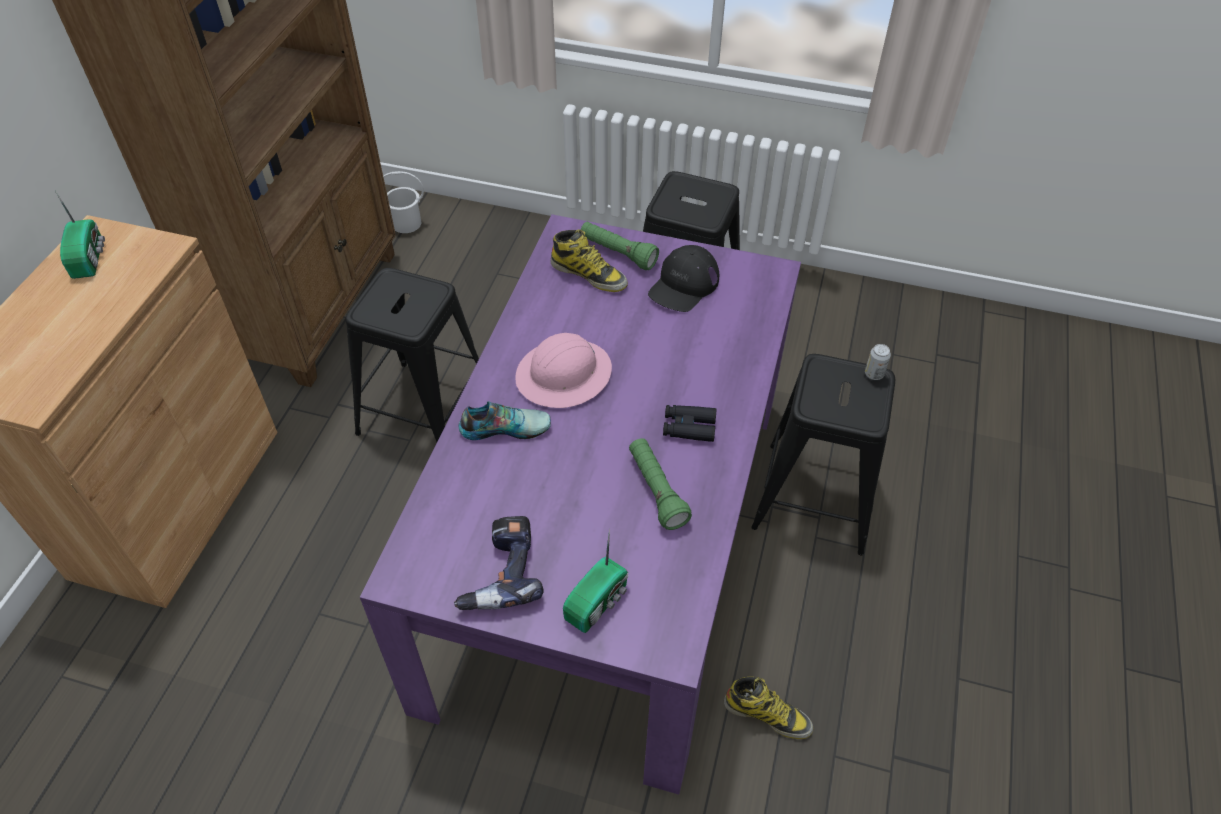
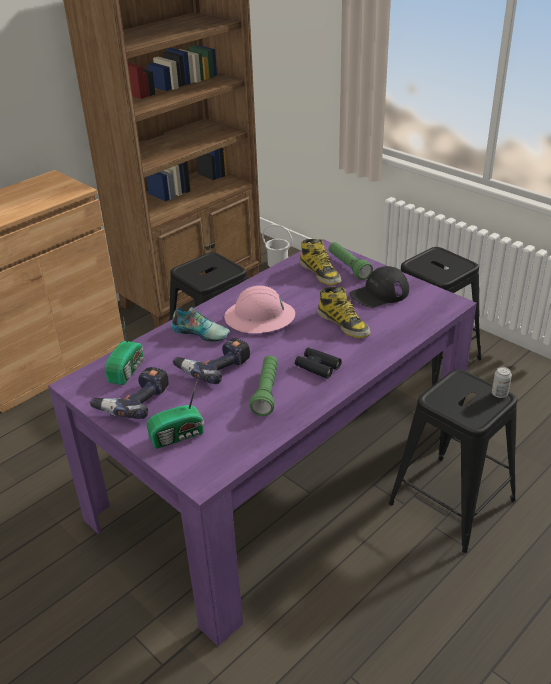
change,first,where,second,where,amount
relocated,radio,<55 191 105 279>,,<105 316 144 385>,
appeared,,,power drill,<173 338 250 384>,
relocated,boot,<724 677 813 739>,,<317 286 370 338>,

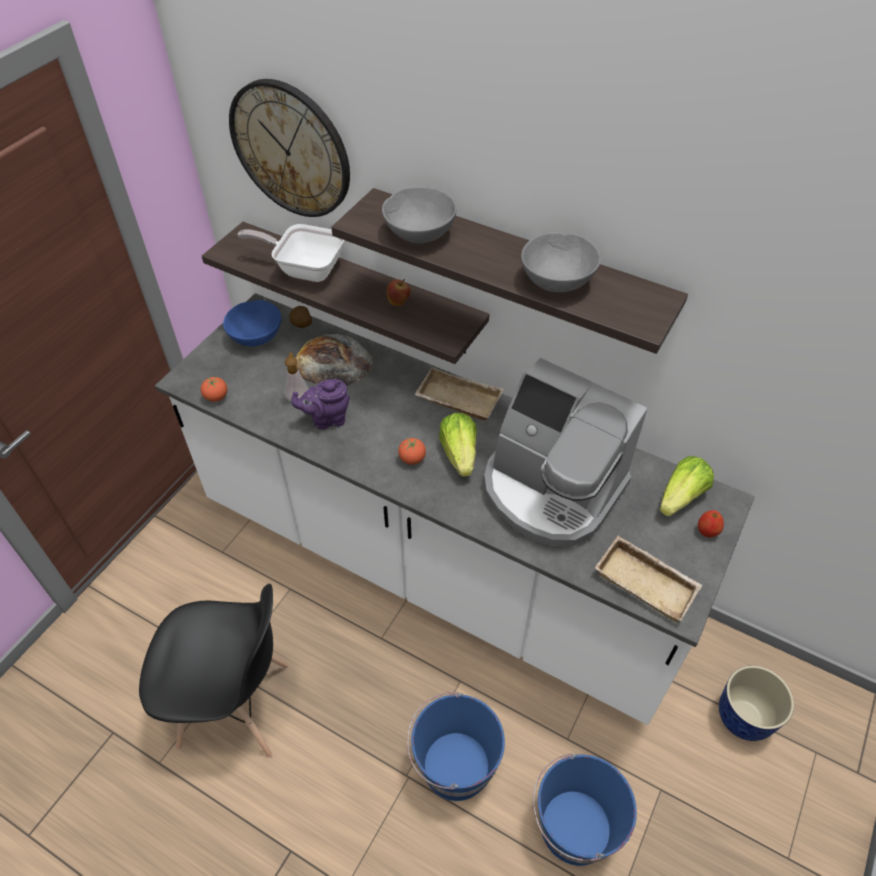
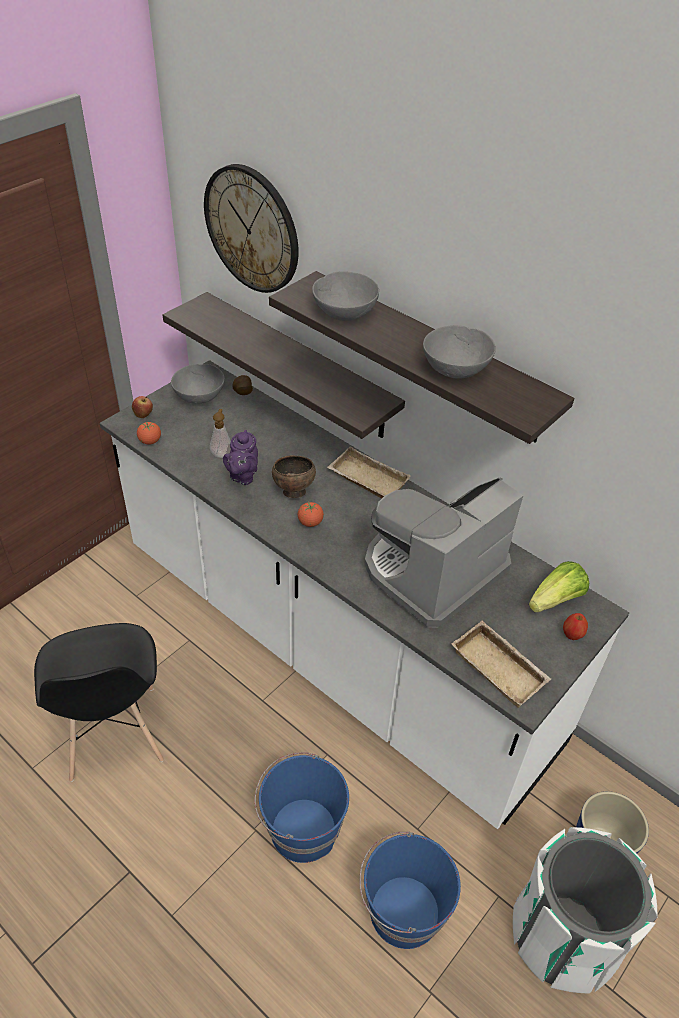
change,first,where,second,where,amount
spun,black chair,<139 584 289 757>,,<34 623 164 782>,60 degrees clockwise
relocated,apple,<387 279 411 306>,,<132 396 153 418>,
colour,blue bowl,<223 300 281 346>,grey bowl,<171 364 225 404>,
spun,purple teapot,<291 379 350 430>,,<223 430 258 485>,75 degrees counterclockwise
appeared,,,brown bowl,<272 455 316 498>,
spun,coffee machine,<484 358 647 546>,,<364 477 523 628>,90 degrees clockwise
appeared,,,white trash can,<513 827 658 994>,
missing,frying pan,<238 224 344 282>,,,
missing,bread,<296 334 374 386>,,,
missing,lettuce,<439 413 477 477>,,,

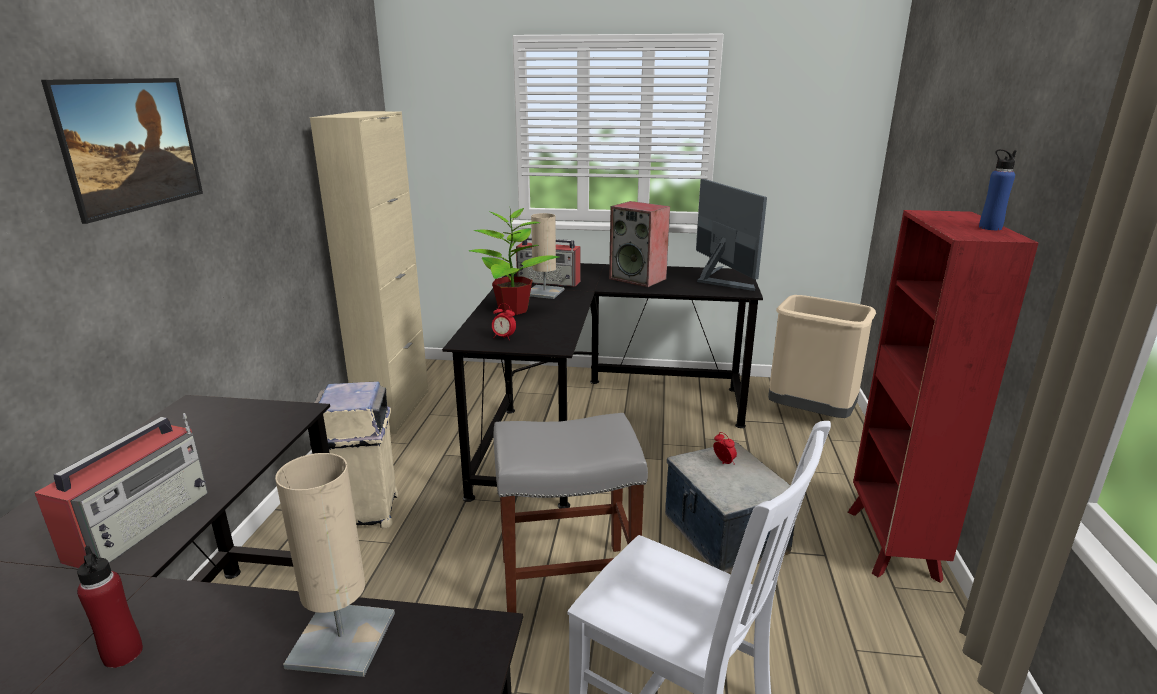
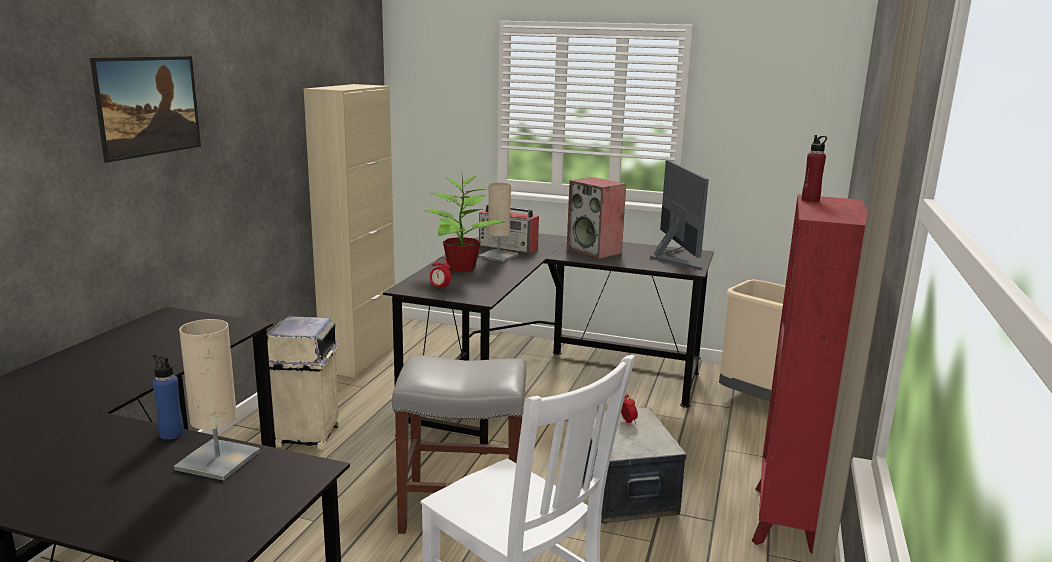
change,first,where,second,where,amount
relocated,blue bottle,<979 149 1017 230>,,<152 354 184 440>,
relocated,red bottle,<77 546 143 668>,,<802 135 827 202>,
missing,radio,<35 413 208 568>,,,

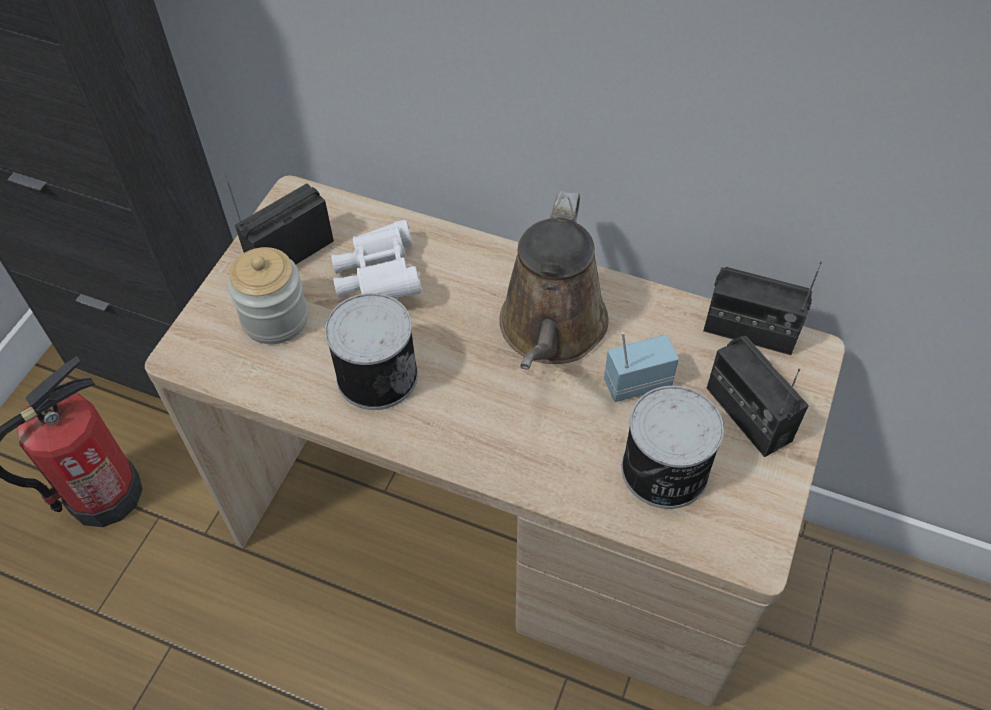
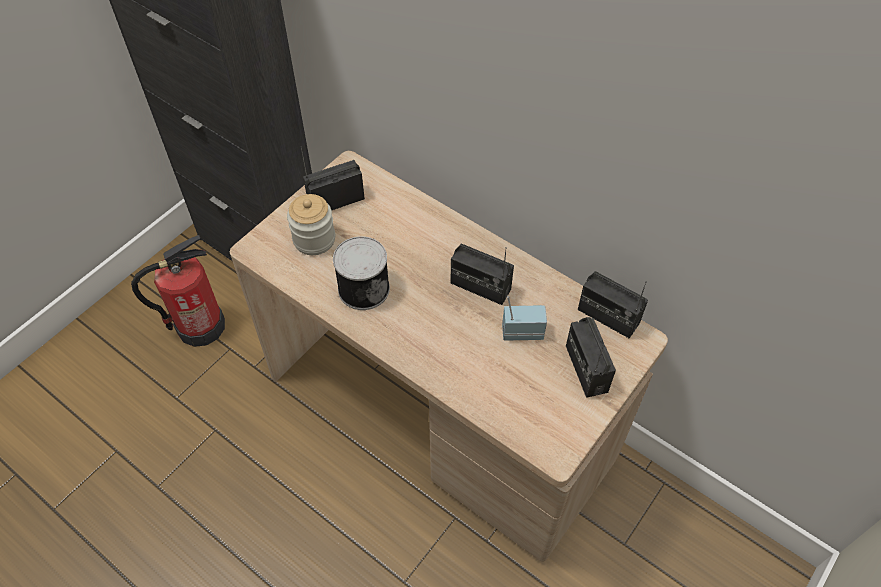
change,first,where,second,where,amount
exchanged,brown watering can,<499 191 609 370>,radio,<450 244 514 305>,
missing,white binoculars,<331 220 422 298>,,,
missing,can,<622 386 724 509>,,,

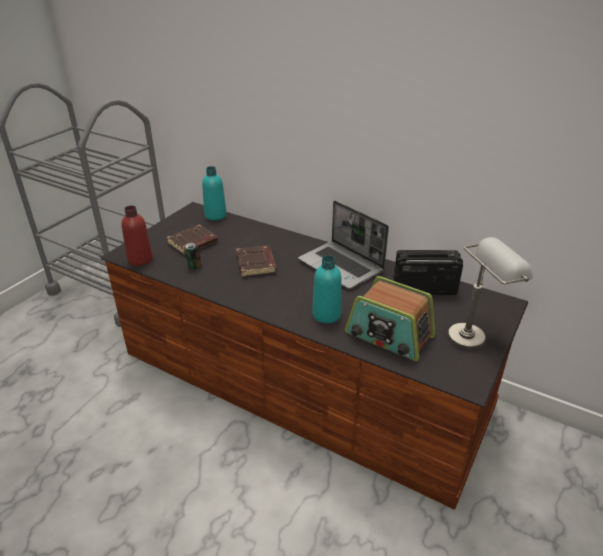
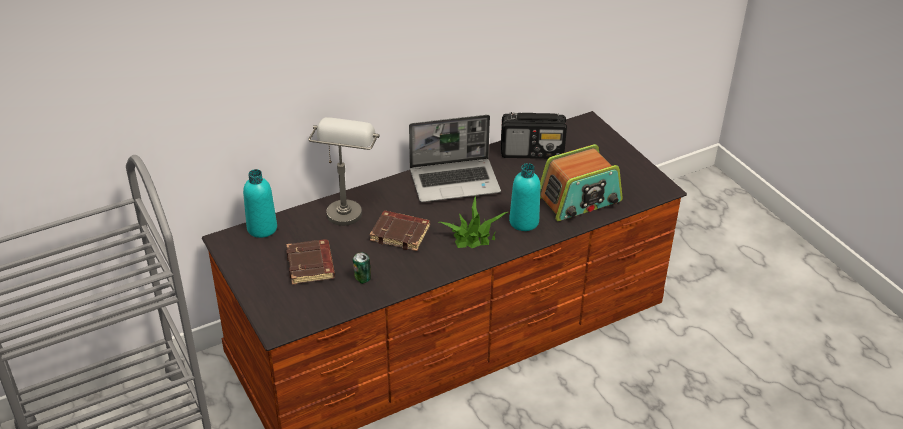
change,first,where,second,where,amount
relocated,grey table lamp,<448 237 533 350>,,<308 117 379 226>,
appeared,,,potted plant,<439 196 508 248>,
spun,radio,<393 250 463 295>,,<501 112 567 159>,120 degrees counterclockwise
missing,red bottle,<121 206 153 266>,,,

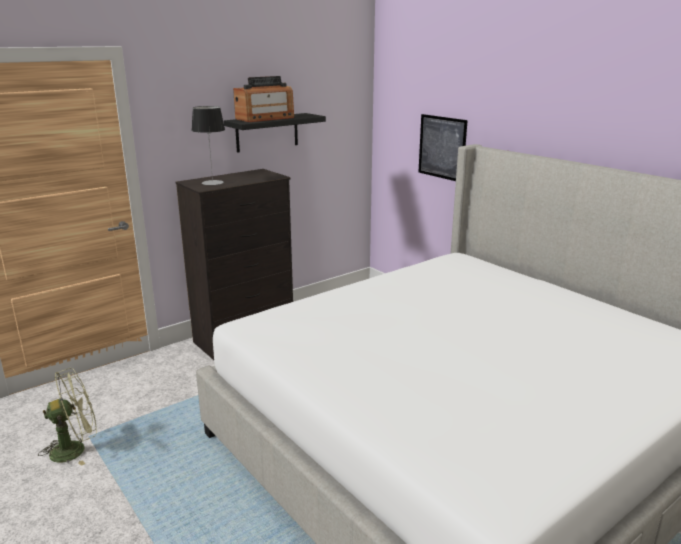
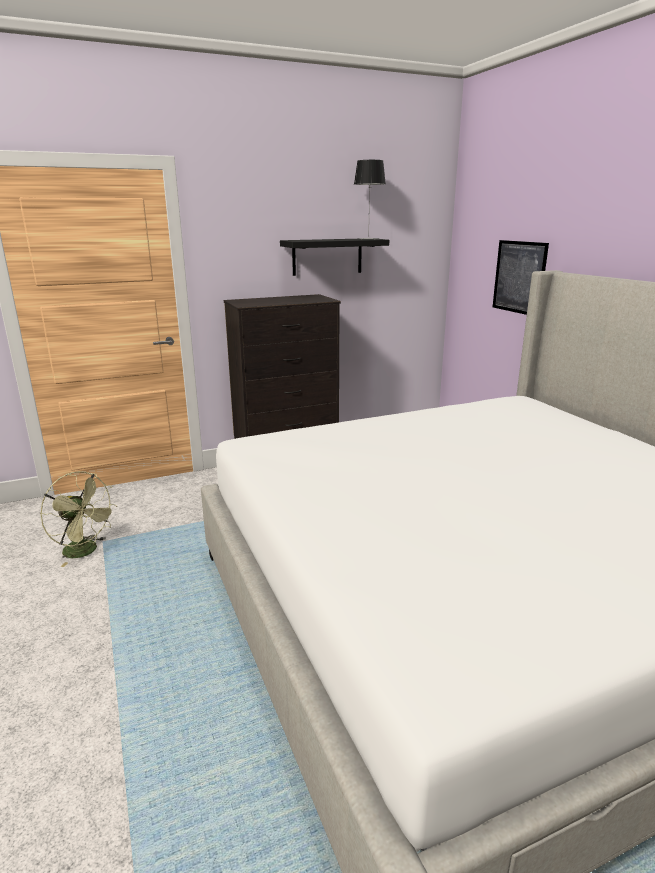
change,first,where,second,where,amount
spun,green fan,<38 368 97 466>,,<40 471 118 567>,45 degrees clockwise
relocated,table lamp,<191 106 225 185>,,<354 160 386 239>,
missing,radio,<233 76 294 122>,,,

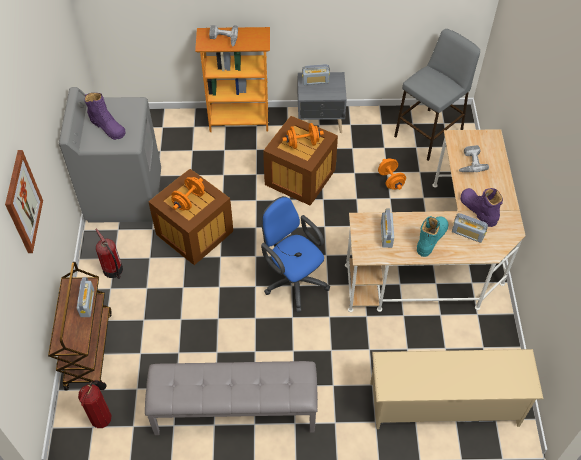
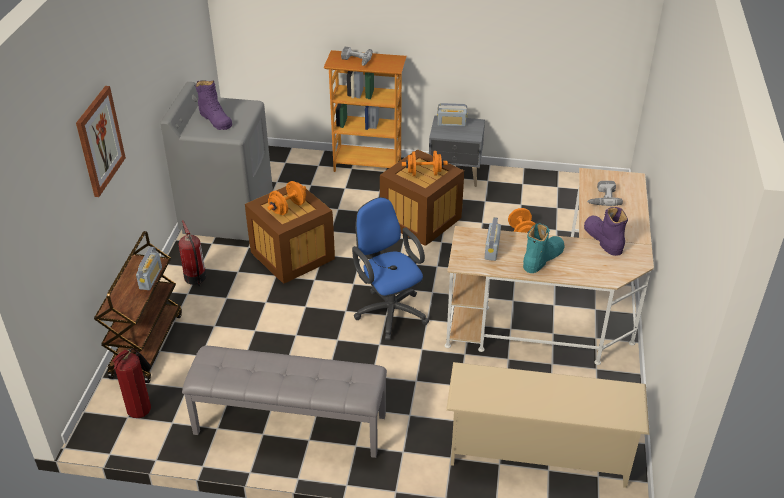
change,first,where,second,where,amount
missing,grey stool,<394 29 480 161>,,,
missing,radio,<452 213 488 243>,,,

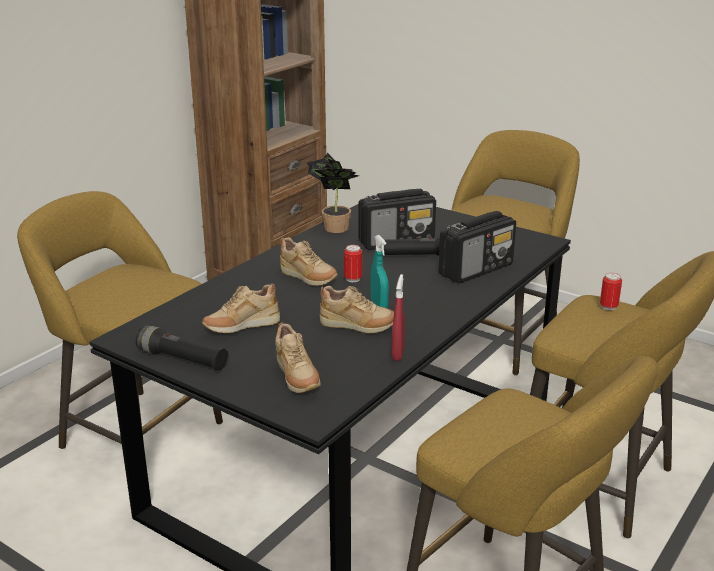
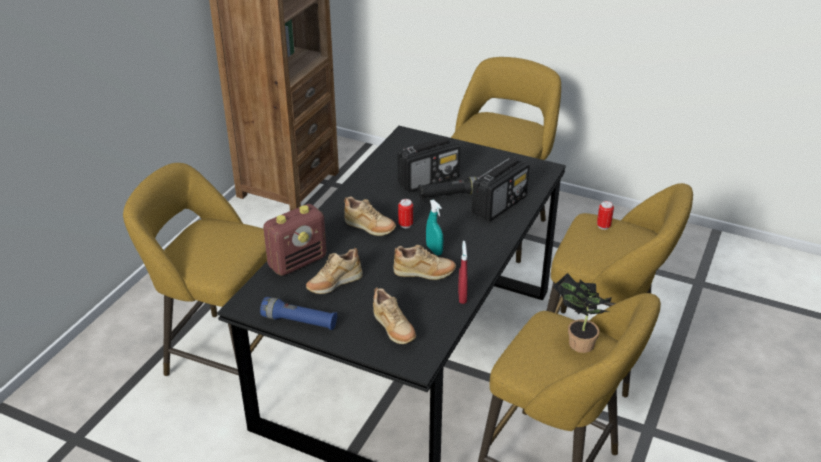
change,first,where,second,where,amount
colour,black flashlight,<136 325 229 371>,blue flashlight,<260 297 337 330>,
appeared,,,radio,<263 204 326 276>,
relocated,potted plant,<307 153 359 233>,,<553 273 612 353>,

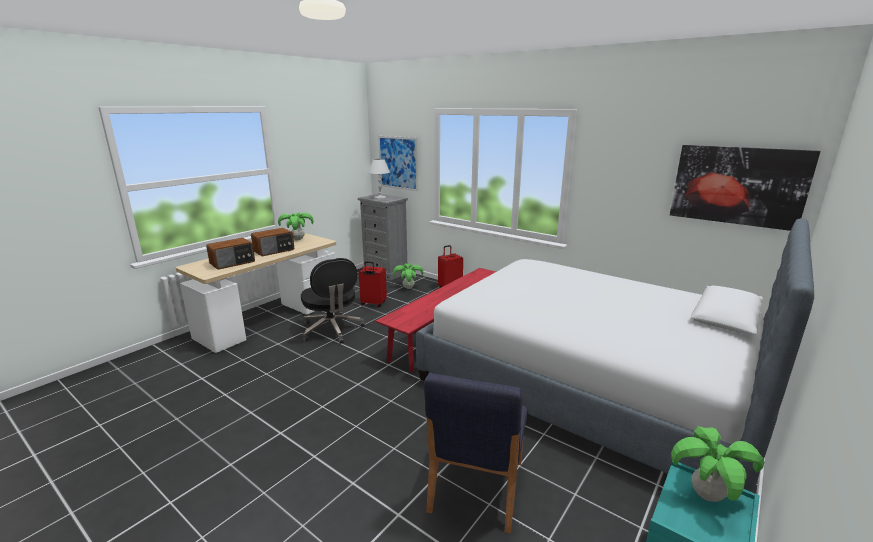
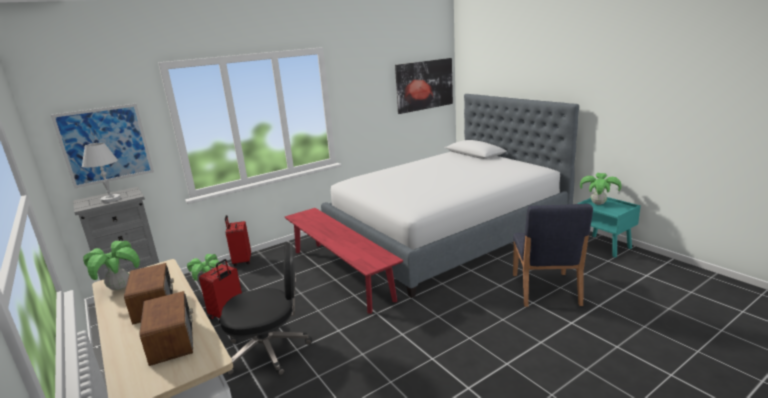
change,first,where,second,where,amount
spun,blue chair,<424 373 528 533>,,<513 204 593 307>,60 degrees clockwise

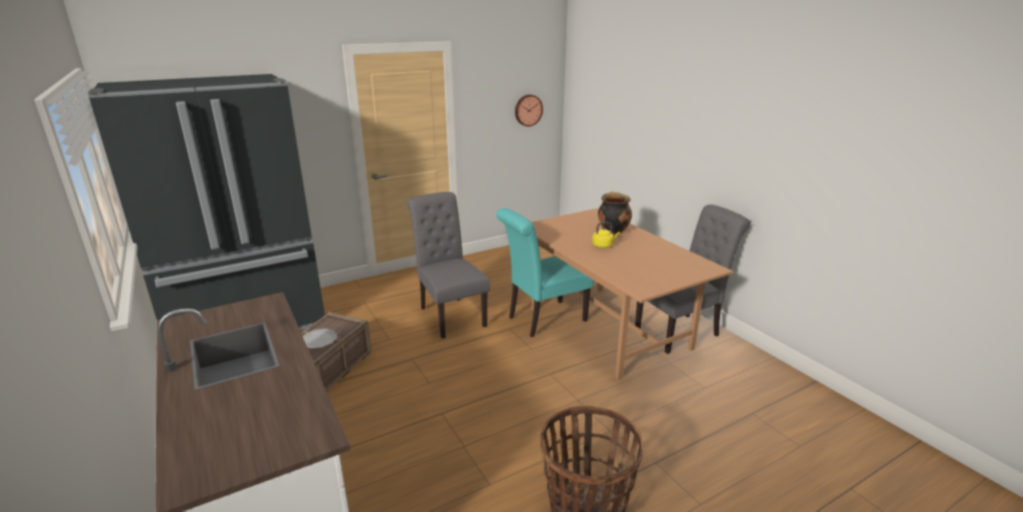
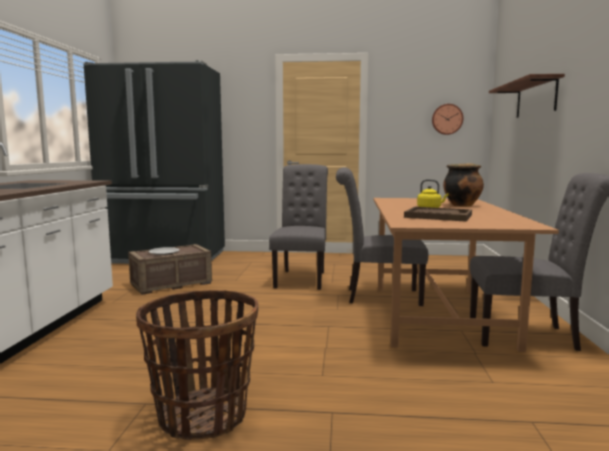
change,first,where,second,where,amount
colour,turquoise chair,<496 208 594 337>,grey chair,<336 167 428 306>,
appeared,,,brown tray,<404 207 472 222>,
appeared,,,shelf,<489 74 565 118>,

